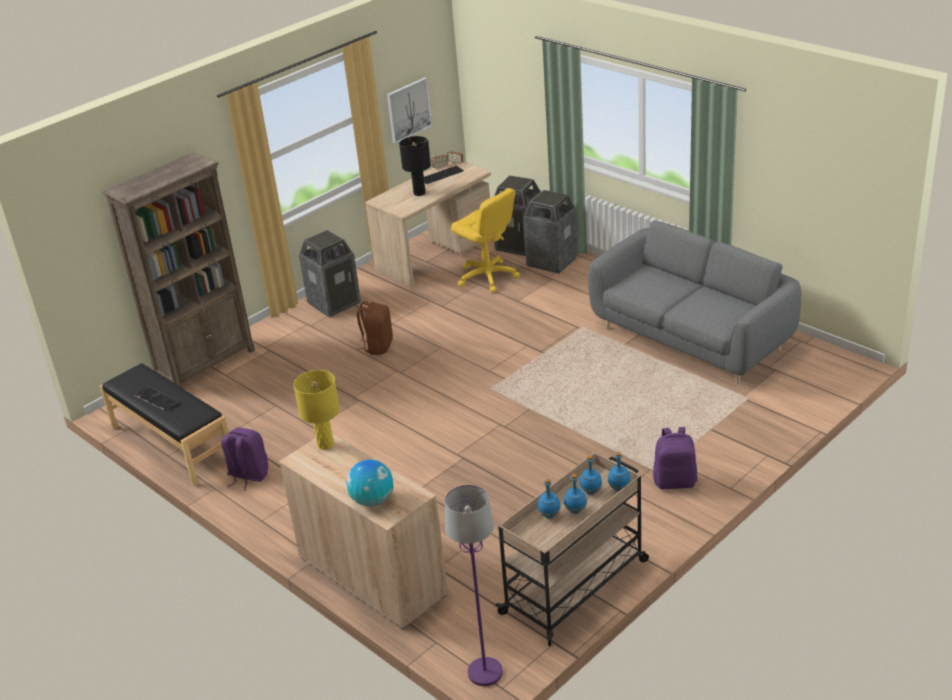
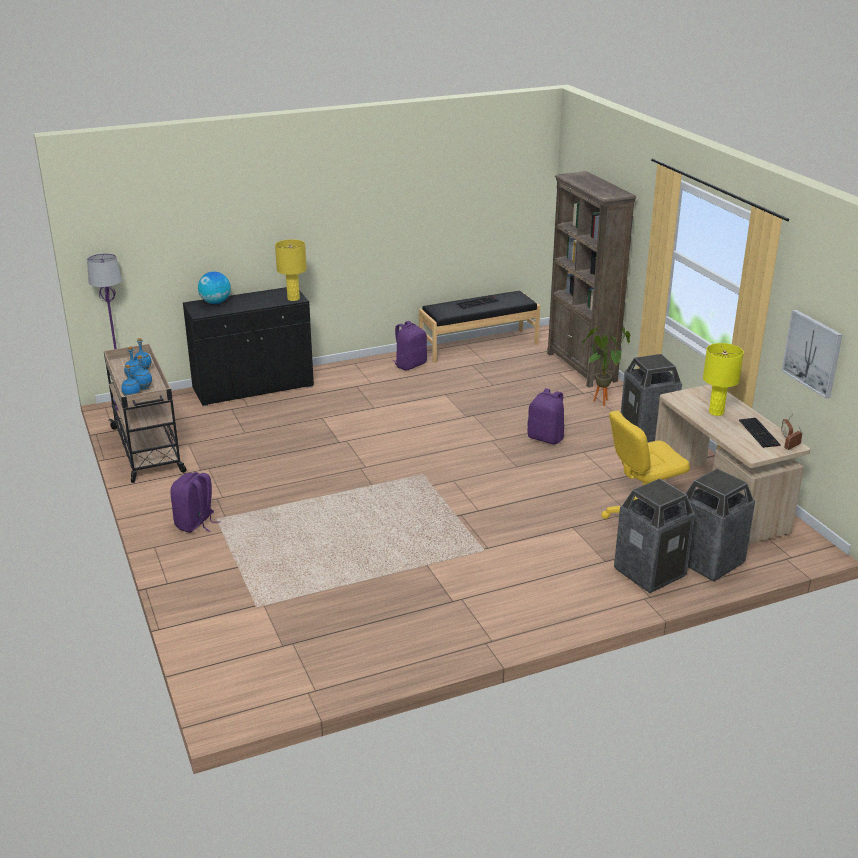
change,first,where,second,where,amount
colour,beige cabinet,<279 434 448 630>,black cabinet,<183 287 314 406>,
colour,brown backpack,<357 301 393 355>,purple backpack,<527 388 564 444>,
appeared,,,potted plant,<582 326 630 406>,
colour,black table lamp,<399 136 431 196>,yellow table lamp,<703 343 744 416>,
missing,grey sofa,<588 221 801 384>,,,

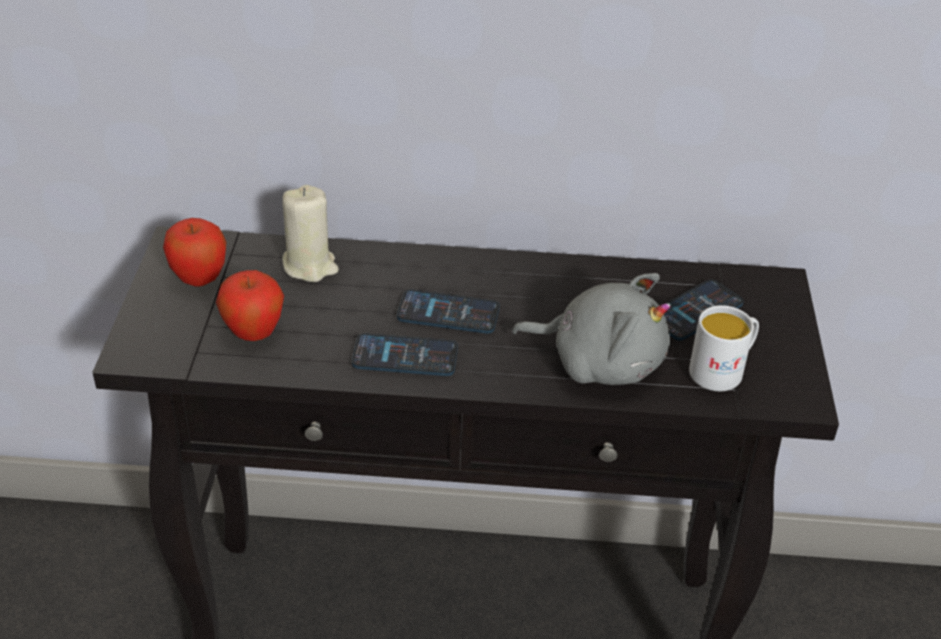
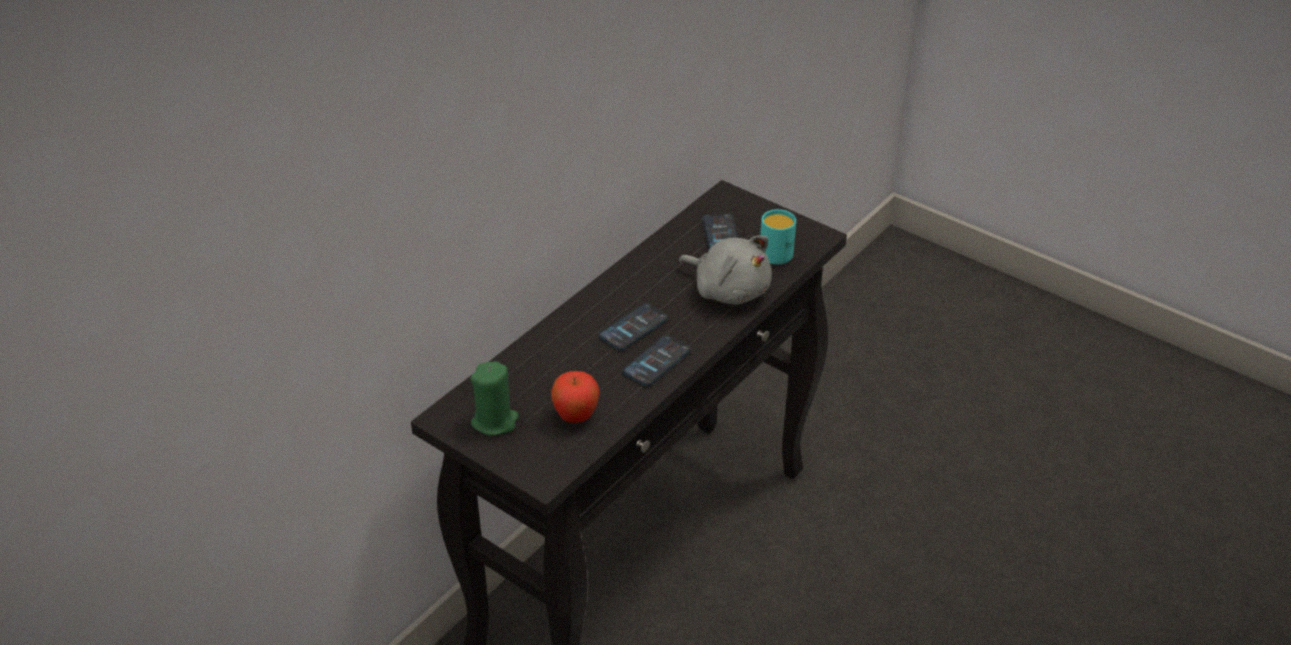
change,first,where,second,where,amount
exchanged,apple,<163 218 227 287>,green candle,<471 361 519 436>,
spun,grey plush toy,<511 273 671 385>,,<679 235 772 305>,75 degrees clockwise
colour,white mug,<689 305 759 391>,turquoise mug,<760 209 796 264>,
missing,beige candle,<282 185 339 283>,,,

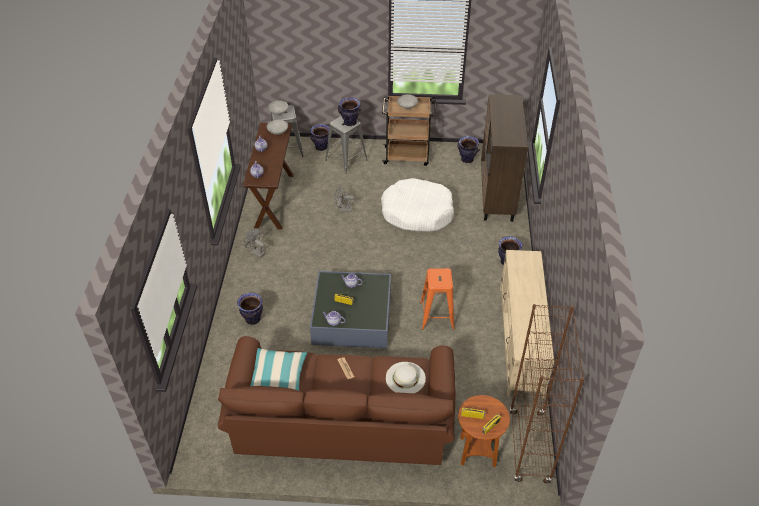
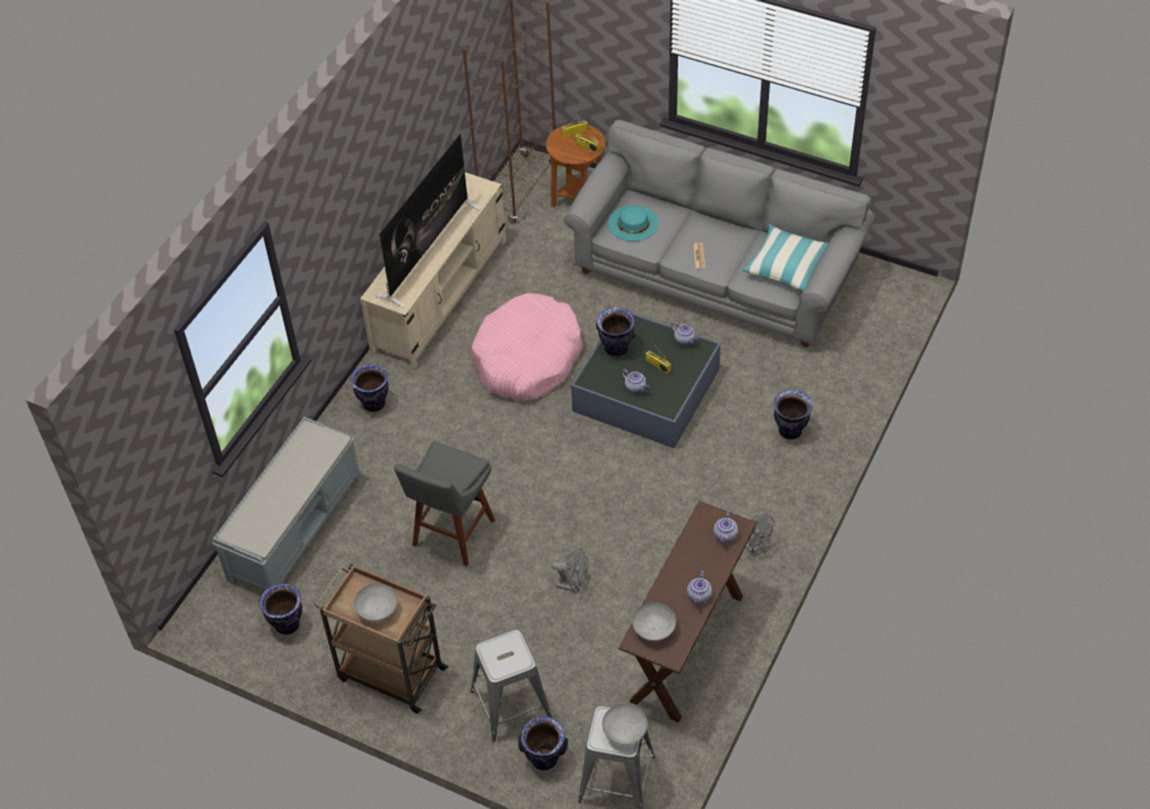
change,first,where,second,where,amount
exchanged,brown cabinet,<481 94 528 222>,grey bench,<212 417 361 591>,
appeared,,,television,<376 134 480 308>,
exchanged,white dog bed,<381 178 454 232>,grey stool,<394 441 495 566>,
exchanged,orange stool,<420 268 455 330>,pink dog bed,<471 293 583 401>,
colour,brown sofa,<218 336 455 465>,grey sofa,<564 120 875 347>,
relocated,vase,<338 97 362 126>,,<596 307 636 357>,
colour,white hat,<386 362 426 393>,turquoise hat,<608 205 659 241>,

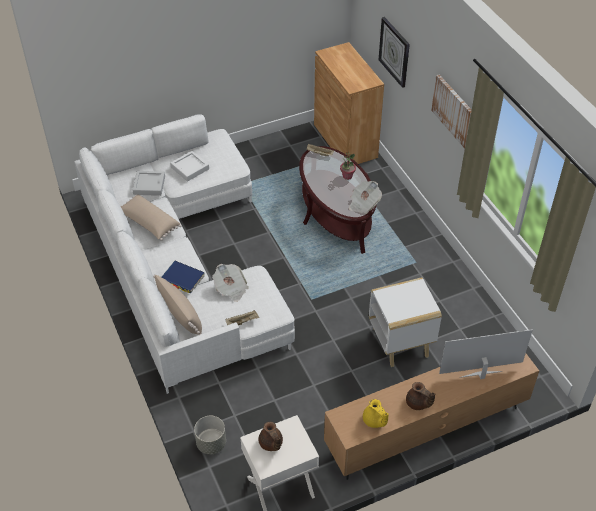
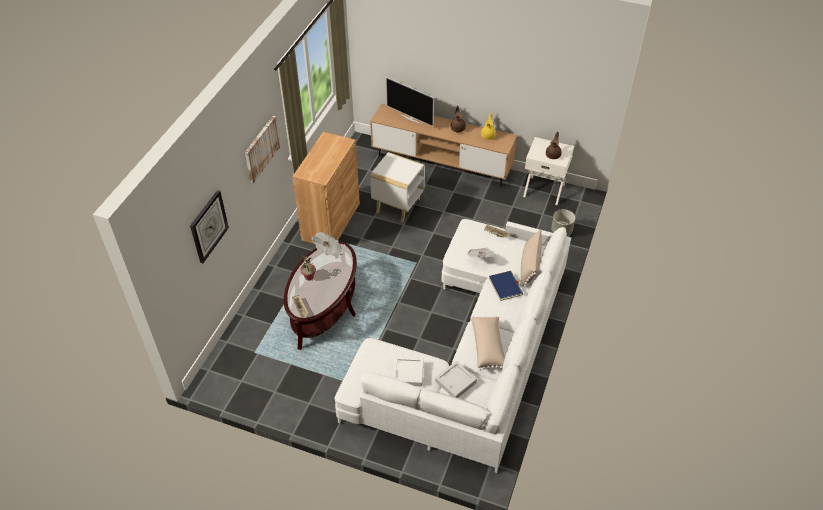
change,first,where,second,where,amount
relocated,brown cabinet,<314 42 384 164>,,<292 132 360 244>,

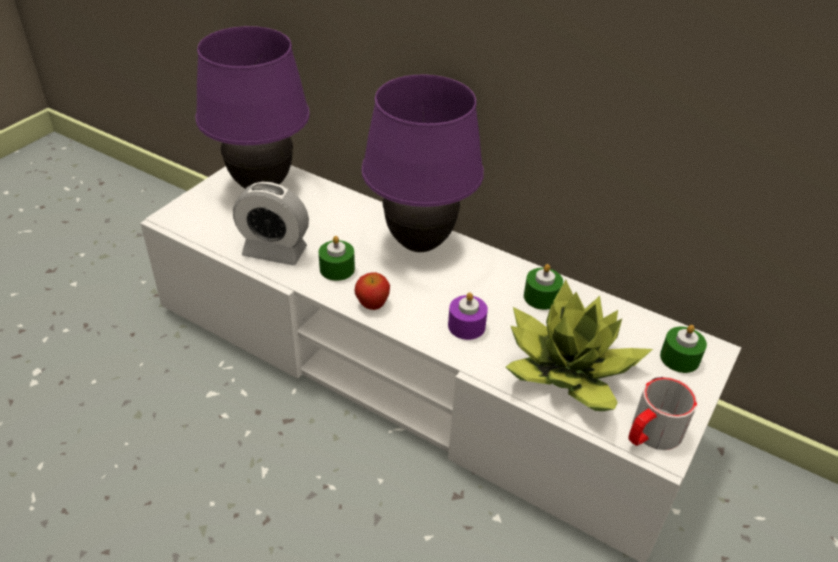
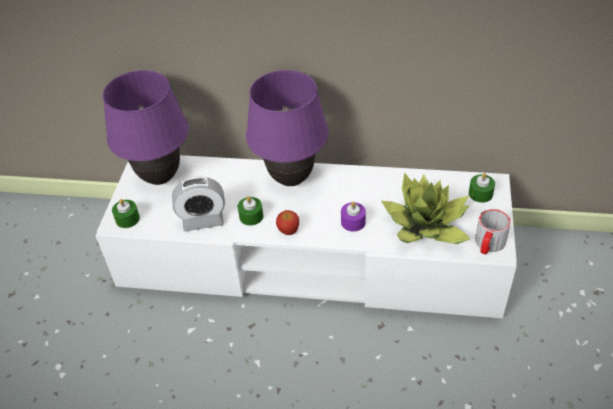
change,first,where,second,where,amount
relocated,green candle,<524 264 563 310>,,<112 199 140 228>,

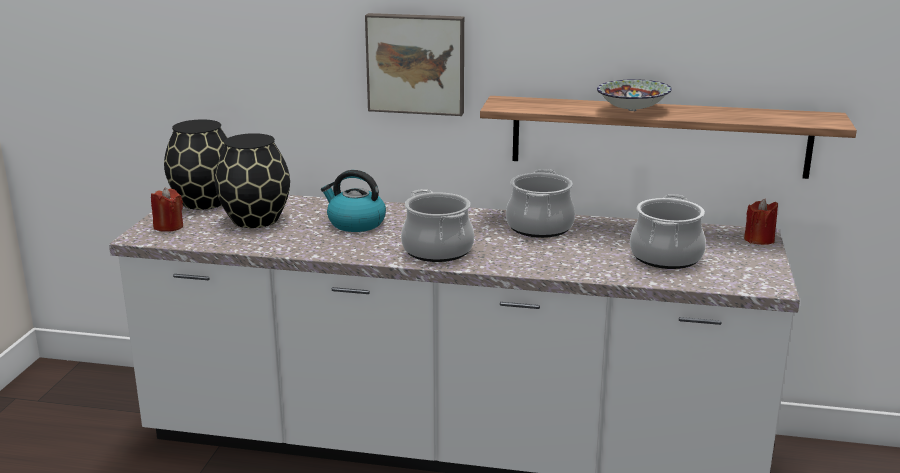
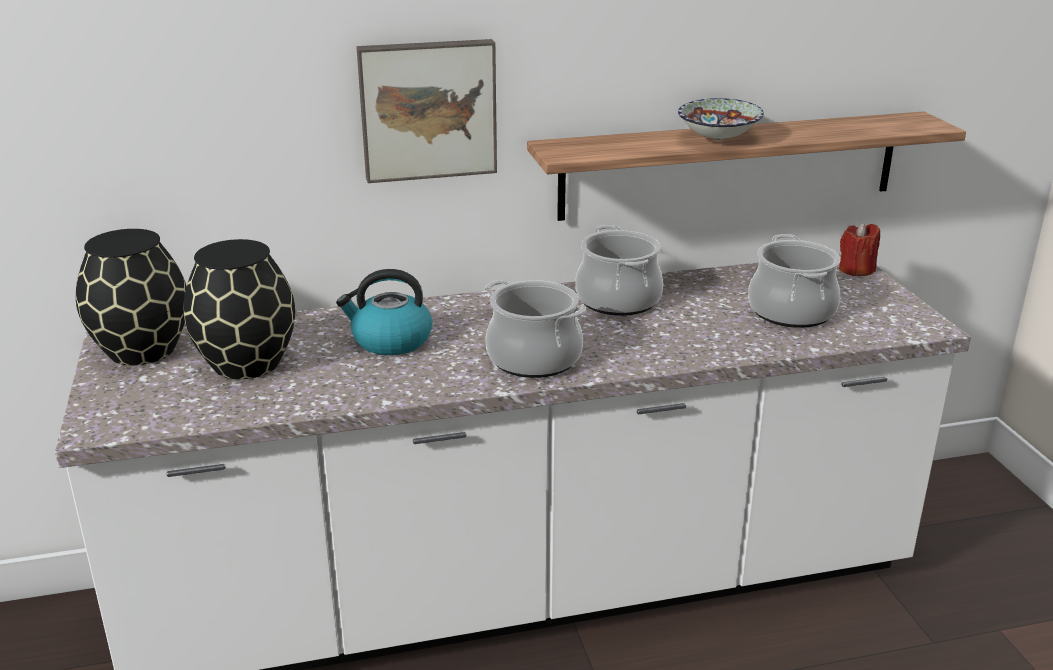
change,first,where,second,where,amount
missing,red candle,<151 188 183 232>,,,

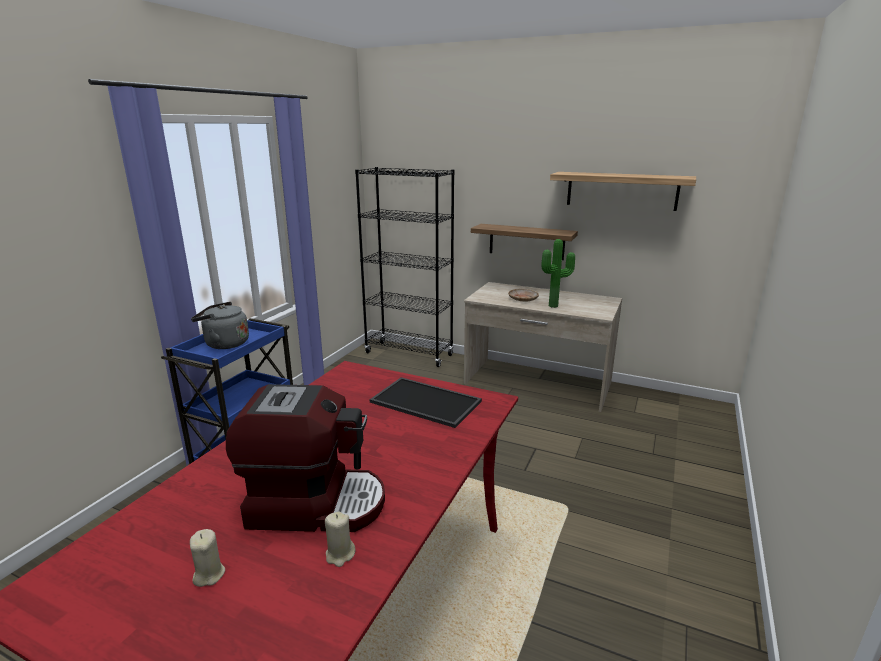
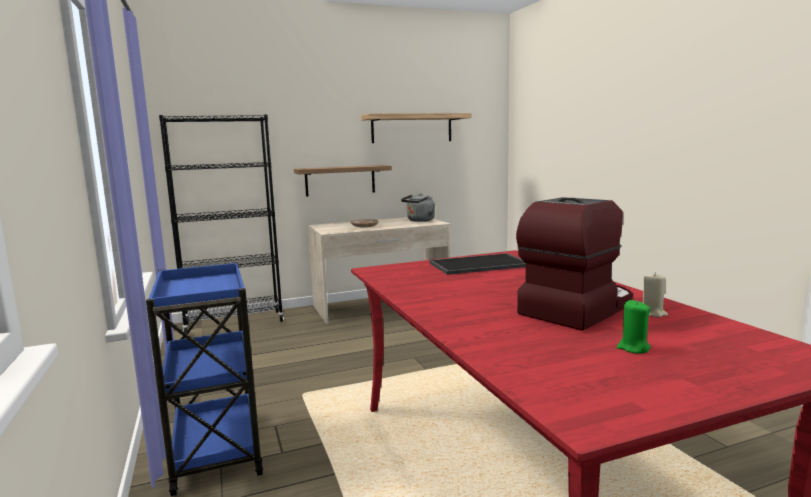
change,first,where,second,where,amount
relocated,grey kettle,<191 302 249 349>,,<401 193 435 222>,
colour,beige candle,<190 529 225 587>,green candle,<616 300 651 354>,
missing,potted plant,<541 239 575 308>,,,

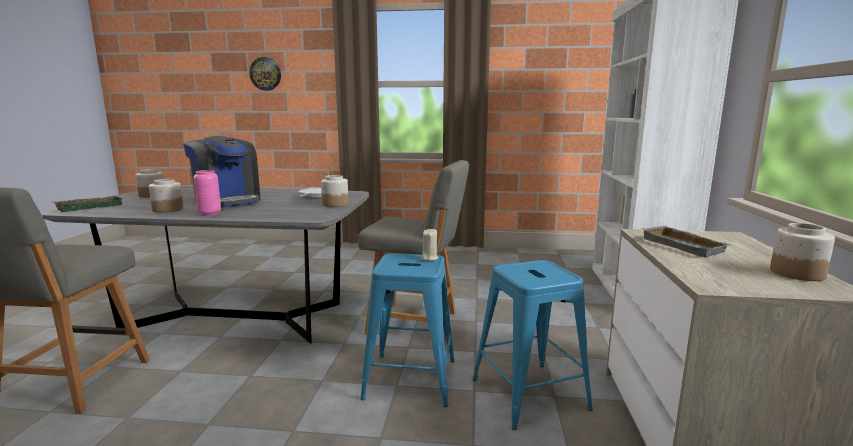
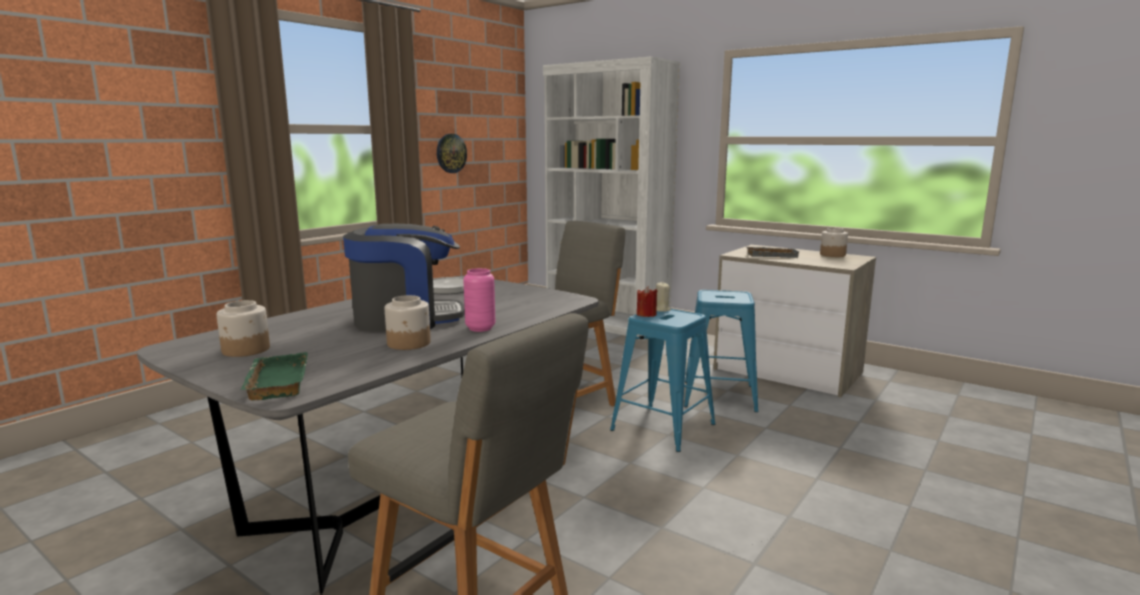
change,first,where,second,where,amount
relocated,wall clock,<249 57 281 91>,,<437 134 467 173>,
appeared,,,red candle,<637 286 657 317>,
missing,jar,<321 175 349 207>,,,

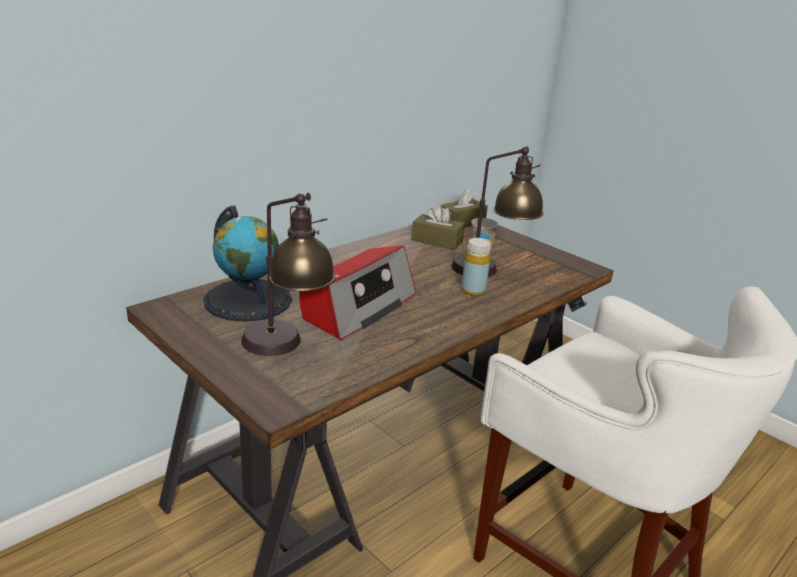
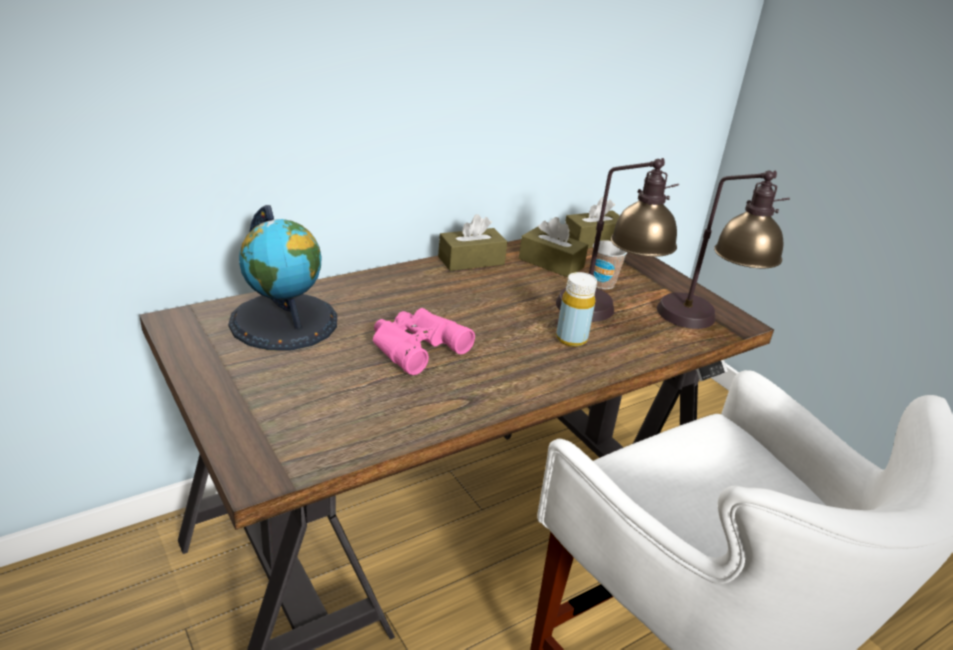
change,first,where,second,where,amount
exchanged,radio,<299 245 416 340>,pink binoculars,<373 308 475 375>,
appeared,,,brown tissue box,<438 214 508 271>,
relocated,table lamp,<241 193 336 356>,,<657 170 790 329>,

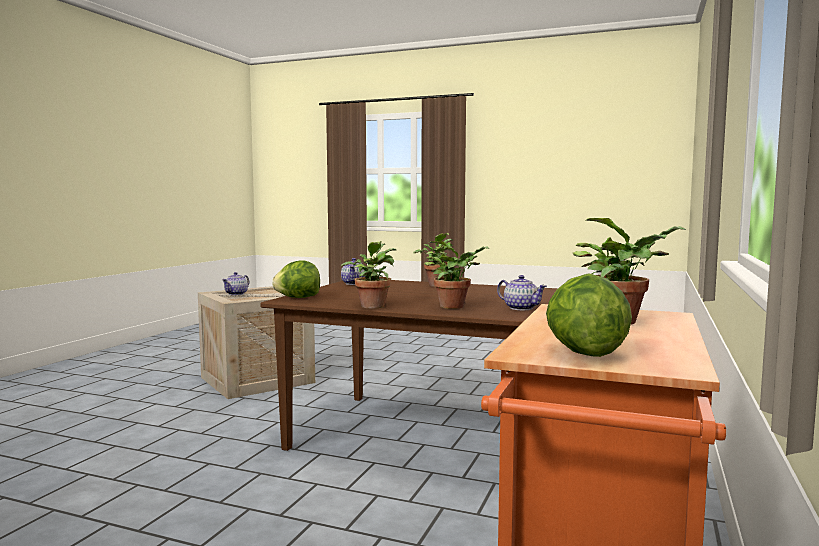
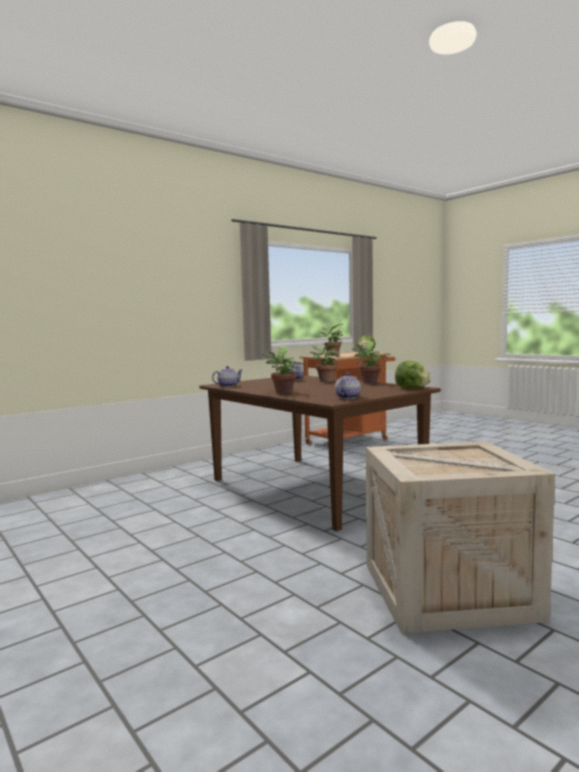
change,first,where,second,where,amount
relocated,teapot,<222 272 249 295>,,<212 366 242 387>,

